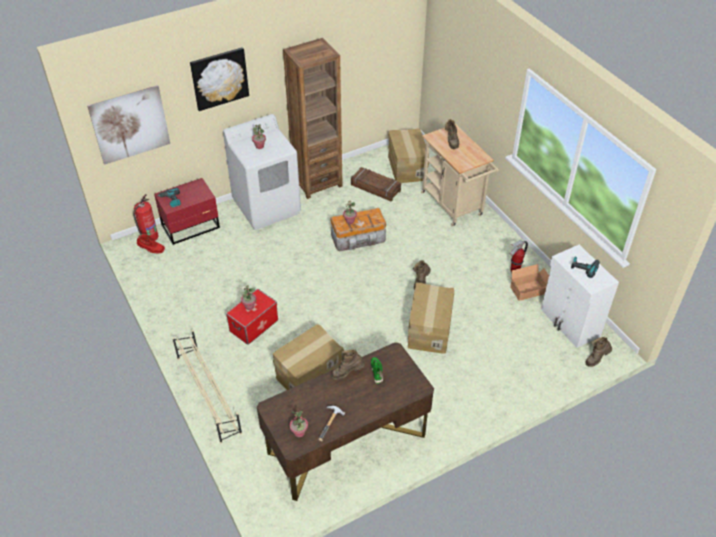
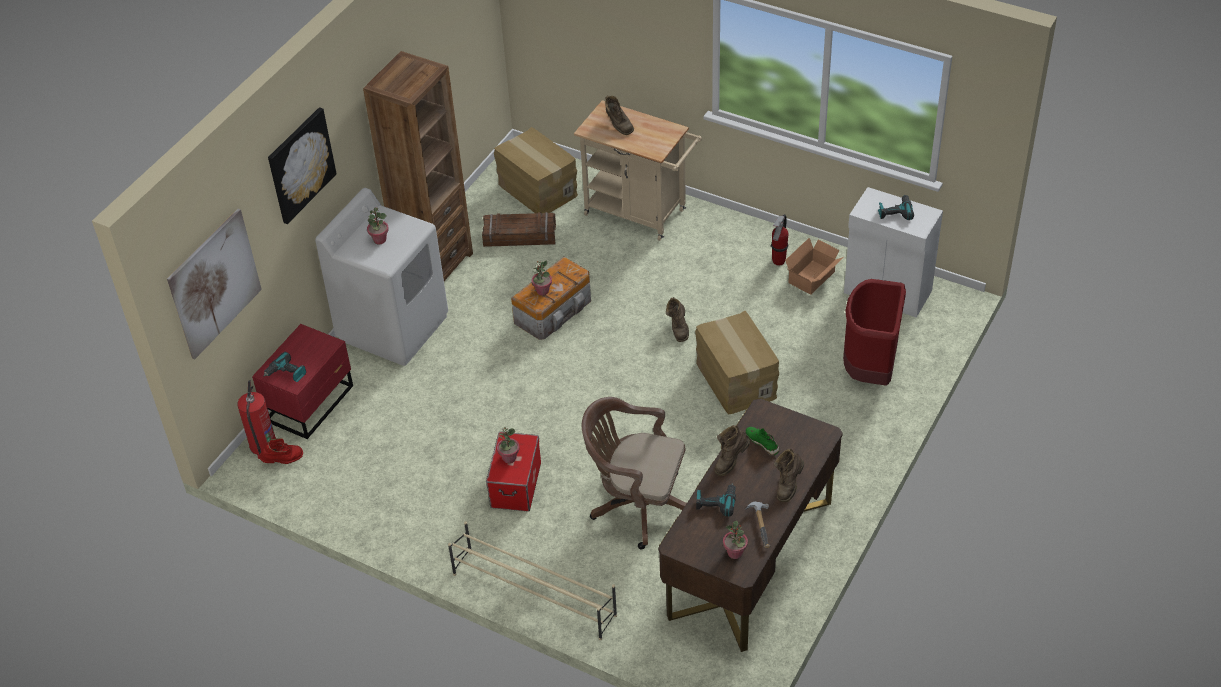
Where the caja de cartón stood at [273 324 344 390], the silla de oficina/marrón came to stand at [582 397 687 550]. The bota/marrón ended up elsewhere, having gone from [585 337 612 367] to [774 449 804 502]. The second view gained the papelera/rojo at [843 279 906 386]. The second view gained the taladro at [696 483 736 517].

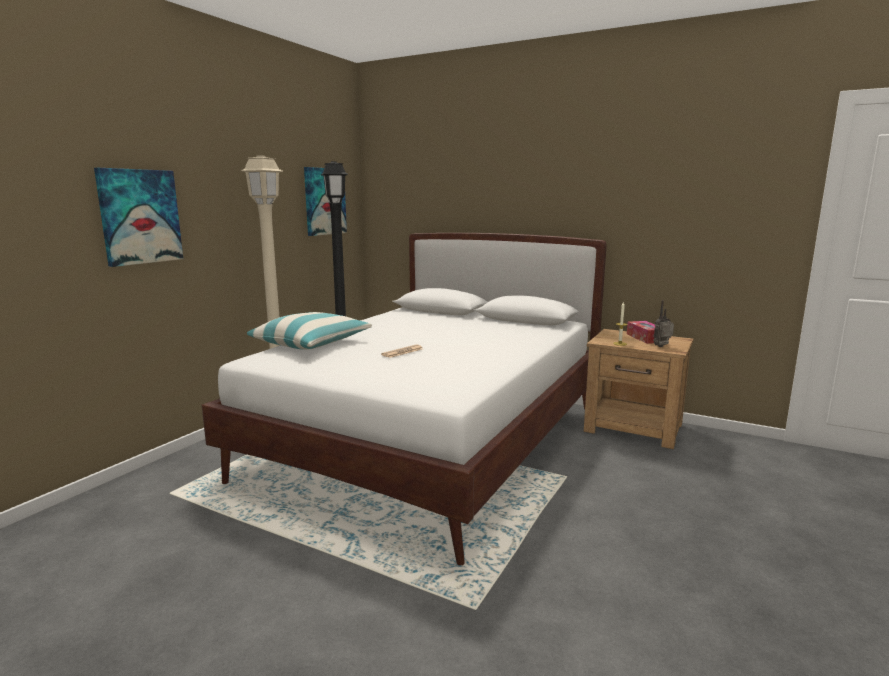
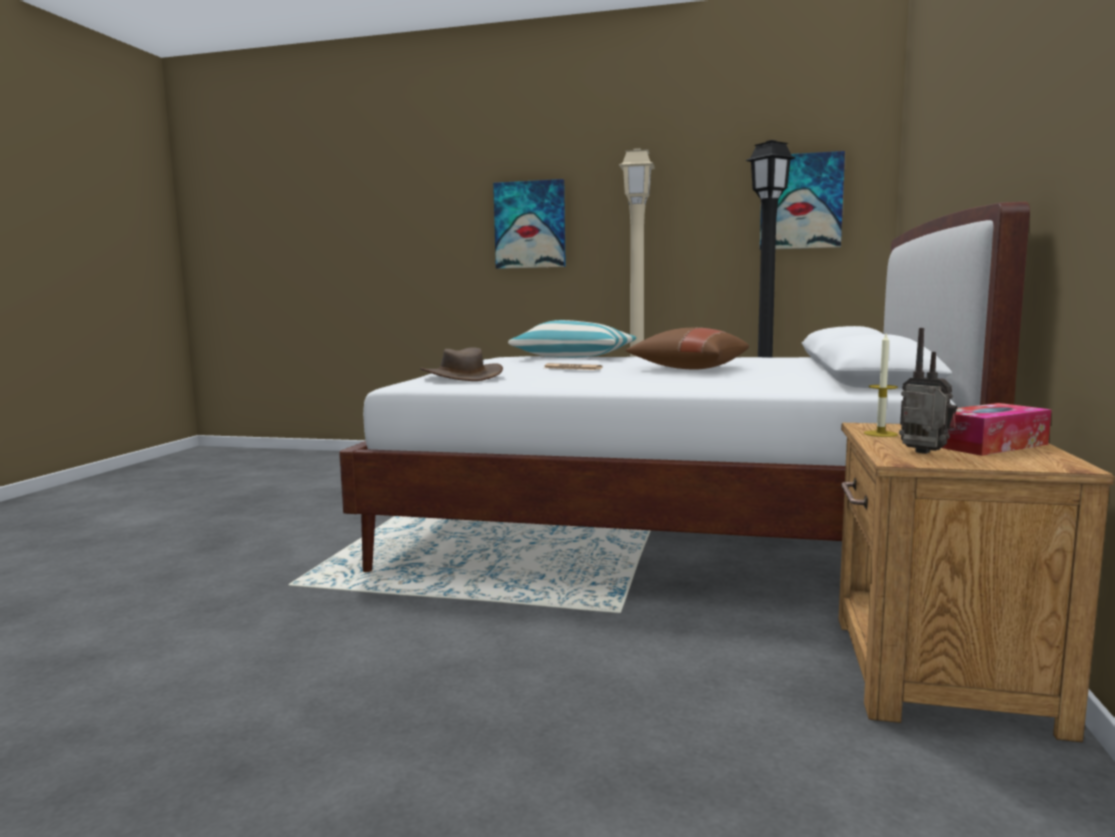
The second view gained the cojín/marrón at [626 328 749 370]. The second view gained the sombrero/marrón at [420 347 503 381].

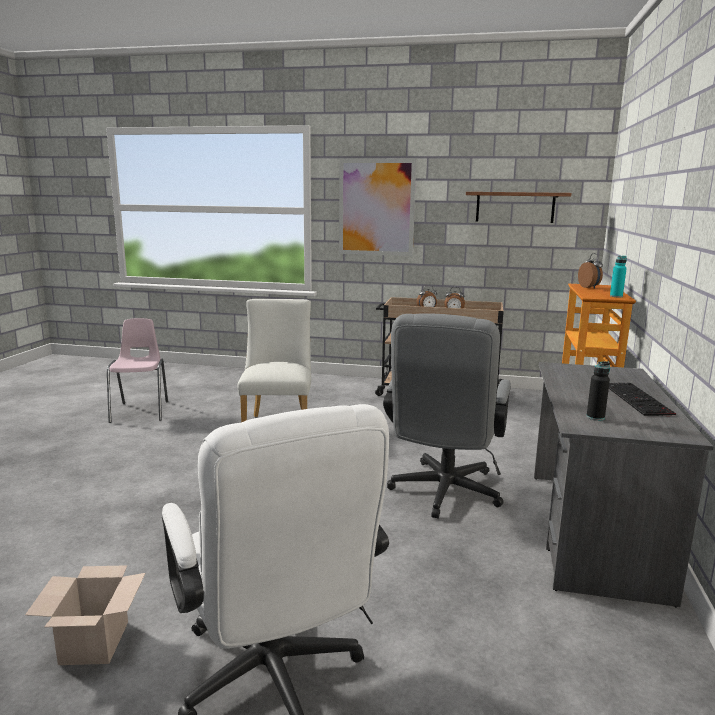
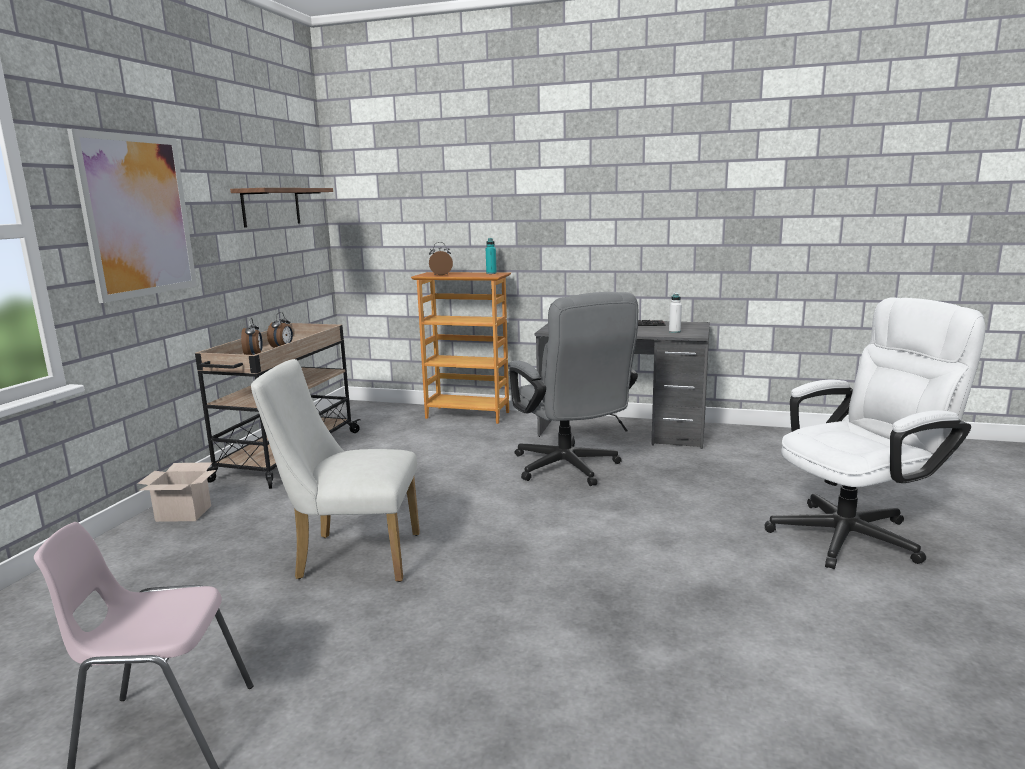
The silla de oficina/gris at [383 313 511 519] ended up facing another way, 45 degrees clockwise from before. What was the botella/negro at [587 361 610 421] turned into the botella/blanco at [669 293 682 333]. The caja de cartón ended up elsewhere, having gone from [25 565 145 665] to [137 462 216 522].

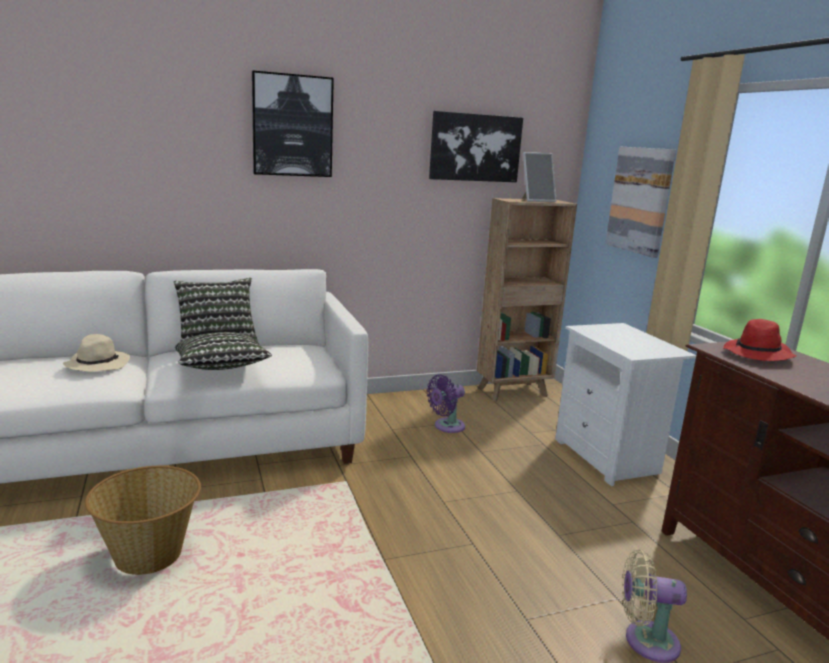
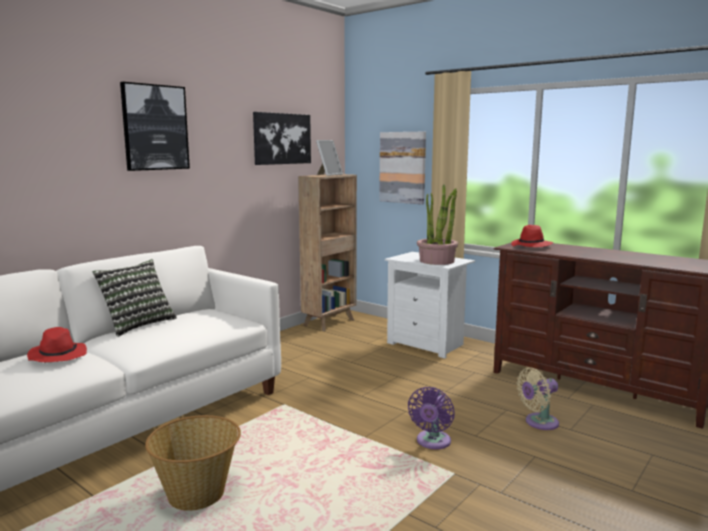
The second view lost the cojín at [175 332 272 370]. What was the sombrero/beis at [63 334 130 372] turned into the sombrero/rojo at [27 327 87 362]. The ventilador/morado ended up elsewhere, having gone from [427 375 465 433] to [408 387 455 449]. The second view gained the planta en maceta at [417 184 458 265].

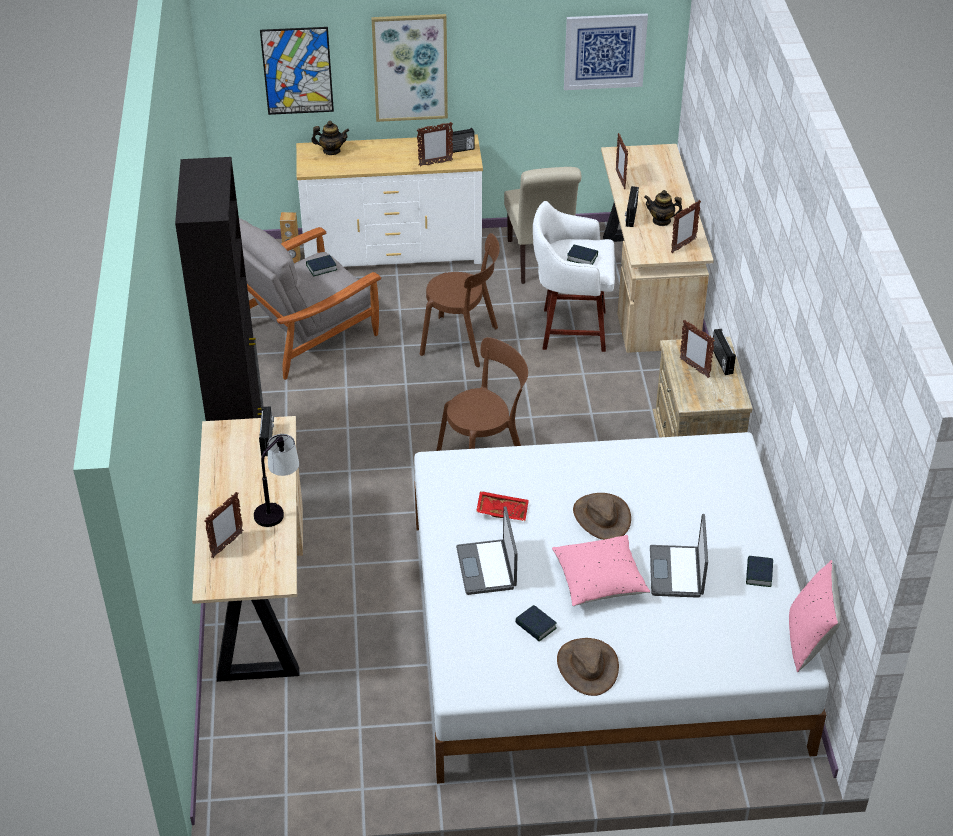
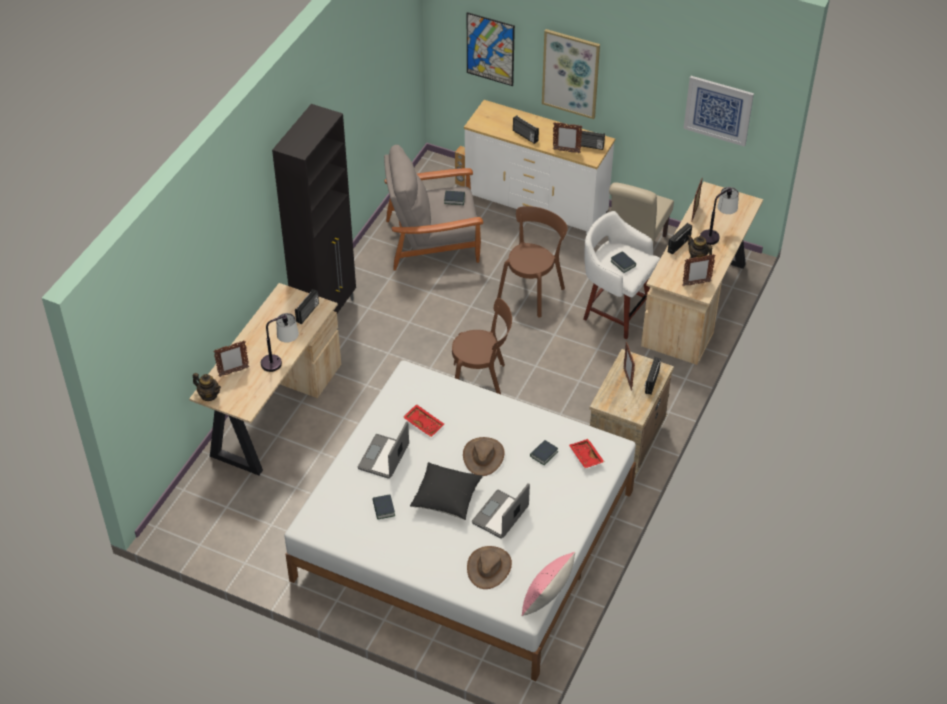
The tetera ended up elsewhere, having gone from [311 121 349 155] to [193 373 221 401]. The silla/marrón at [420 233 500 367] ended up facing another way, 105 degrees counterclockwise from before. What was the cojín/rosa at [552 535 650 606] turned into the cojín/negro at [410 462 483 520]. The libro ended up elsewhere, having gone from [746 556 773 587] to [530 440 558 465]. The sombrero/marrón ended up elsewhere, having gone from [557 638 619 696] to [467 546 512 589]. The second view gained the radio at [513 115 539 144]. The second view gained the lámpara de mesa at [700 187 739 245]. The second view gained the bandeja/rojo at [569 439 604 468].

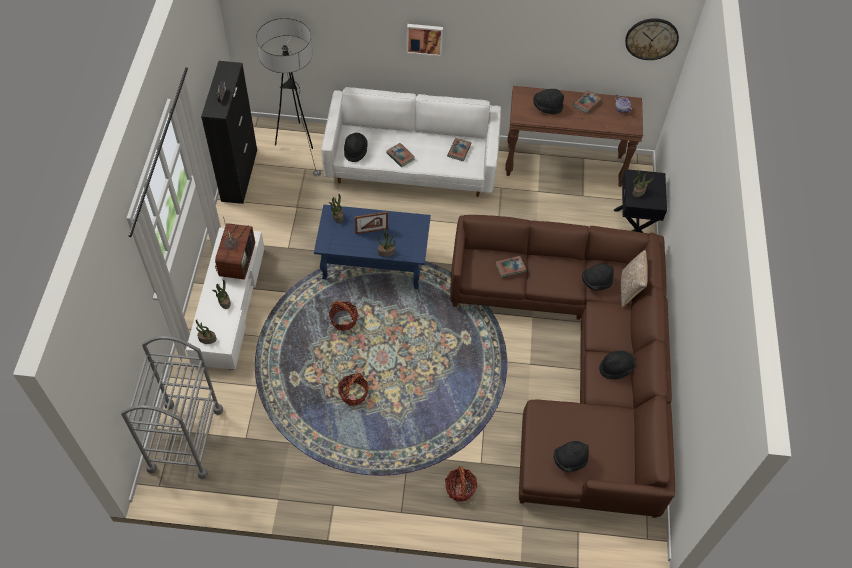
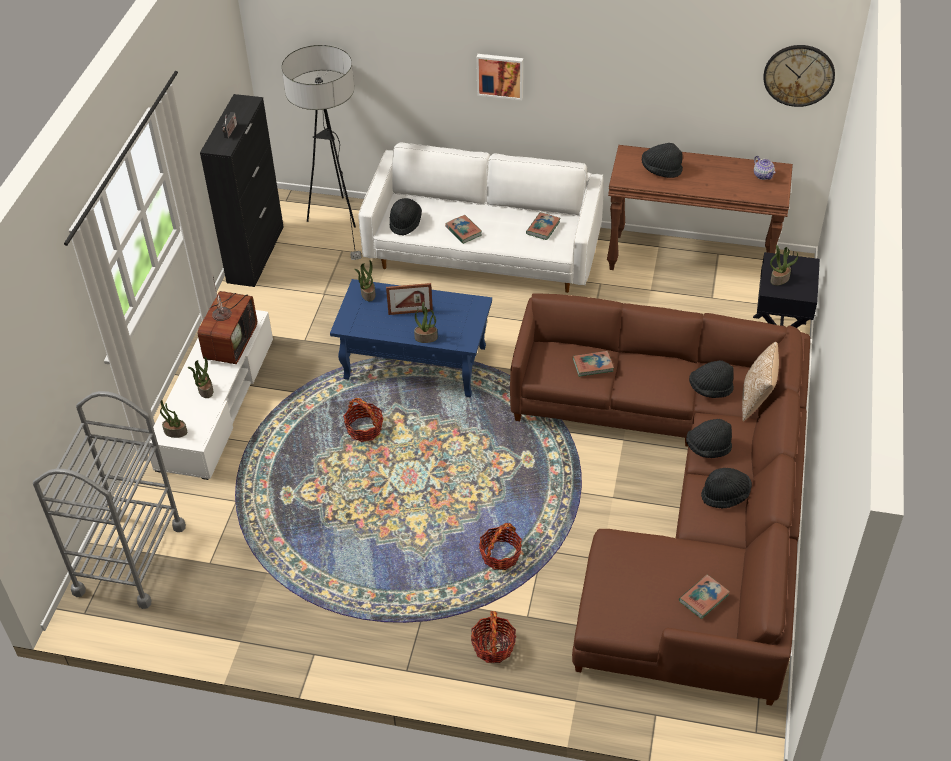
The libro ended up elsewhere, having gone from [573 90 602 114] to [679 575 730 619]. The cesta ended up elsewhere, having gone from [338 373 369 405] to [479 523 522 570]. The sombrero/negro ended up elsewhere, having gone from [554 441 589 472] to [686 419 732 458].

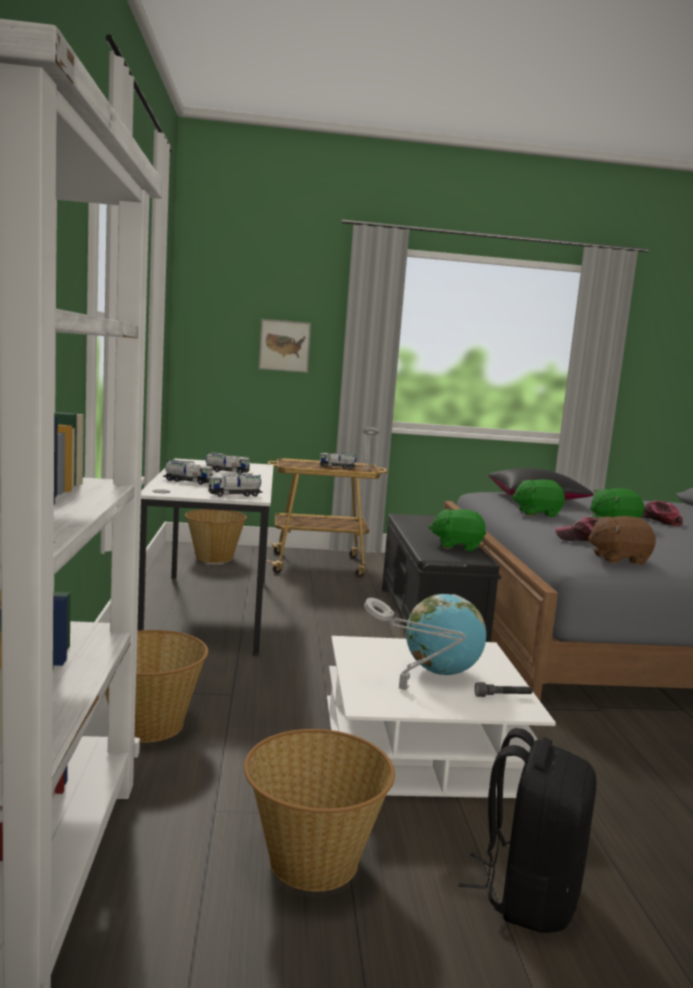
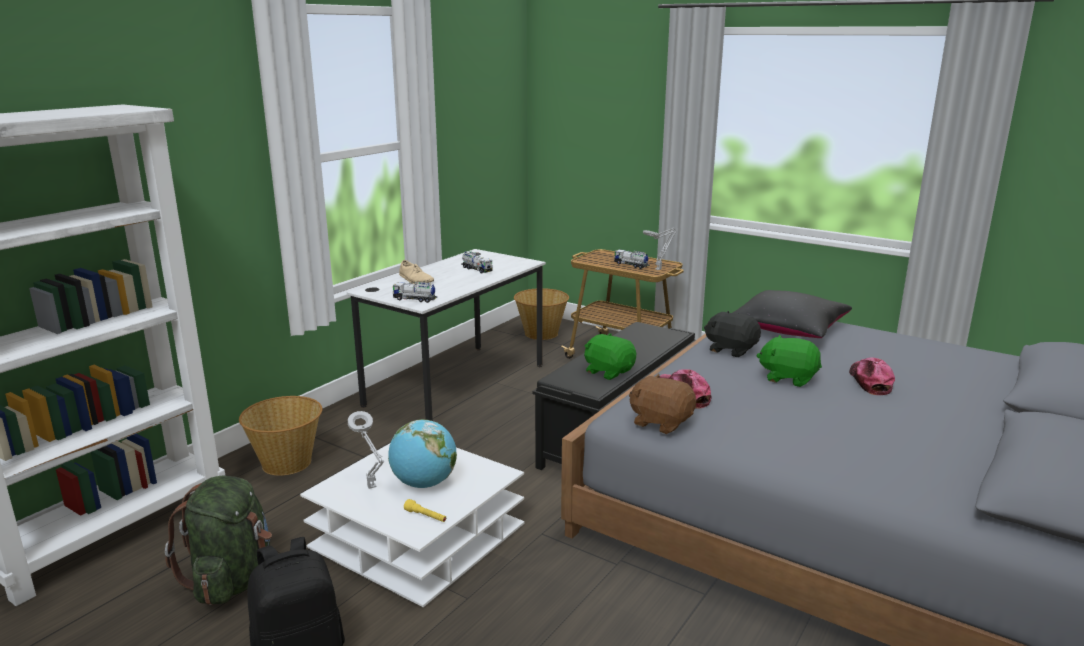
The second view lost the cuadro at [259 319 311 373]. Where the camión de juguete stood at [163 460 213 485], the zapato/beis came to stand at [399 260 434 284]. What was the peluche/verde at [512 479 565 517] turned into the peluche/negro at [704 311 761 357]. What was the linterna/gris at [475 682 533 697] turned into the linterna/amarillo at [404 499 446 522]. Where the cesta stood at [244 729 395 892], the mochila/verde came to stand at [165 476 272 605].

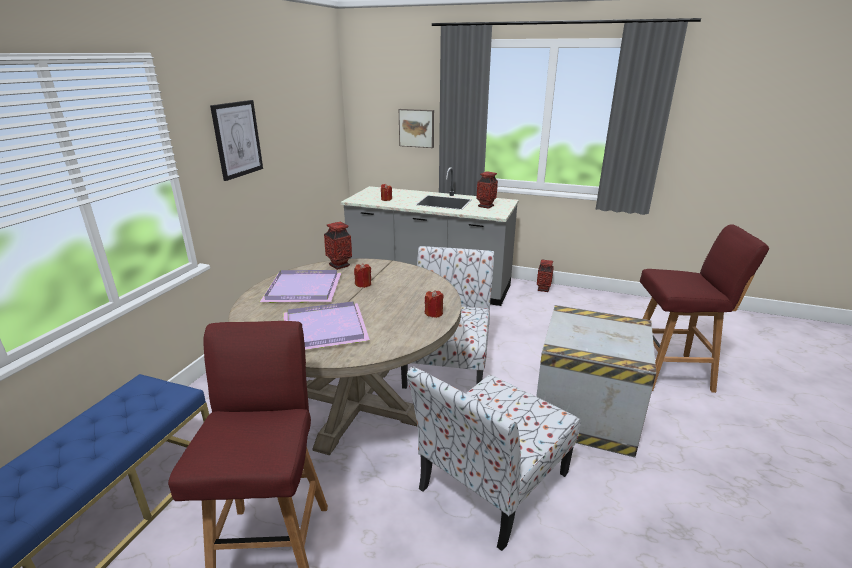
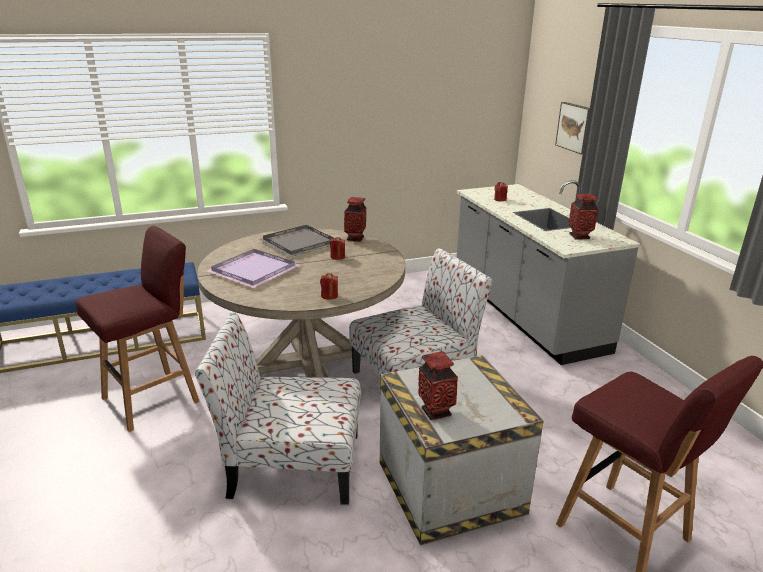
The second view lost the cuadro at [210 100 263 181]. The florero ended up elsewhere, having gone from [537 260 554 292] to [418 351 458 420]. What was the bandeja/morado at [260 270 342 303] turned into the bandeja/gris at [259 225 335 257].

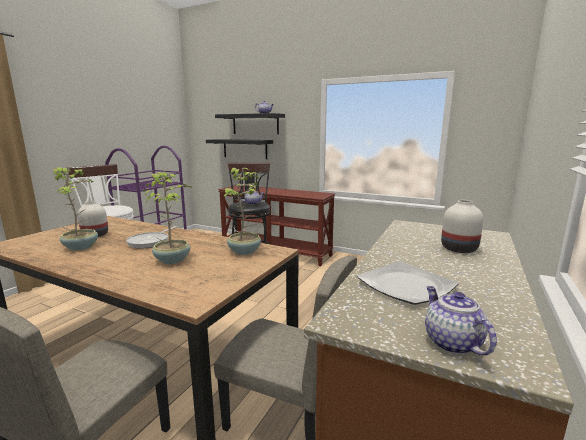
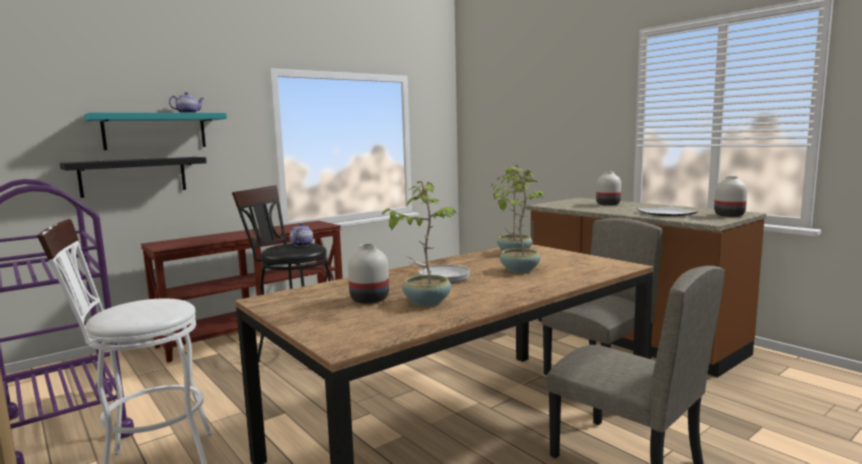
What was the estante/negro at [215 113 285 134] turned into the estante/turquesa at [84 112 227 150]. Where the tetera stood at [425 286 497 355], the florero/blanco came to stand at [714 176 747 217].

